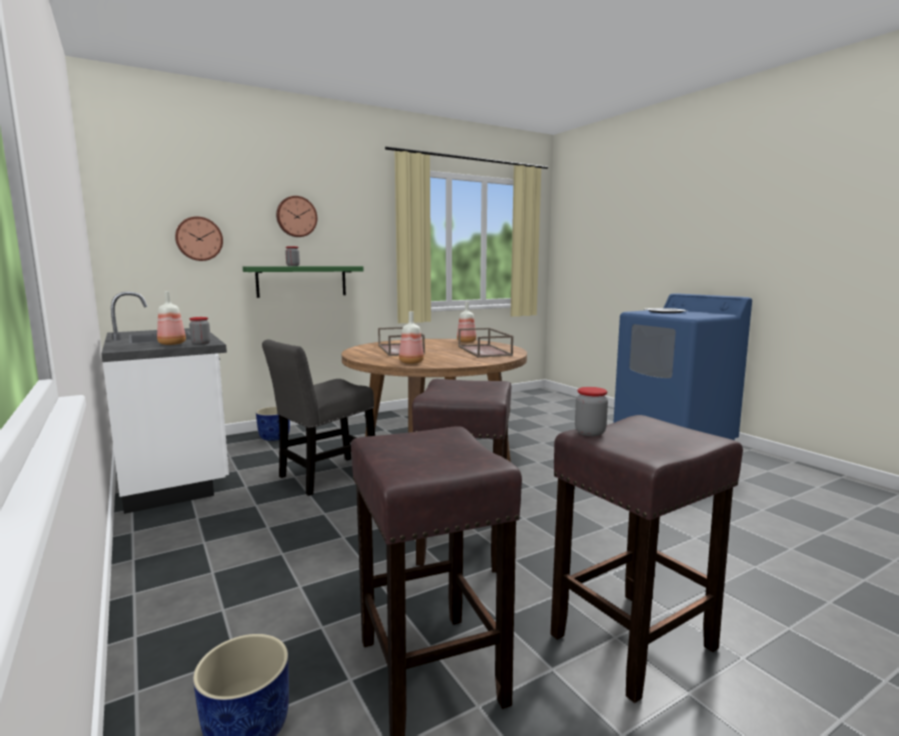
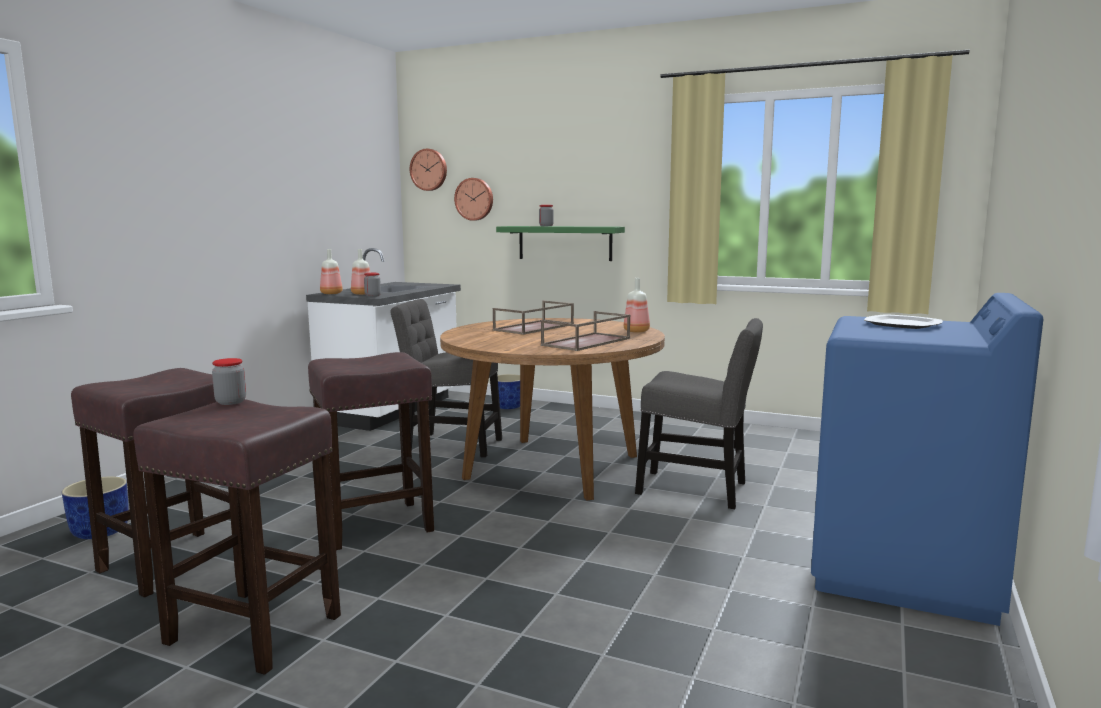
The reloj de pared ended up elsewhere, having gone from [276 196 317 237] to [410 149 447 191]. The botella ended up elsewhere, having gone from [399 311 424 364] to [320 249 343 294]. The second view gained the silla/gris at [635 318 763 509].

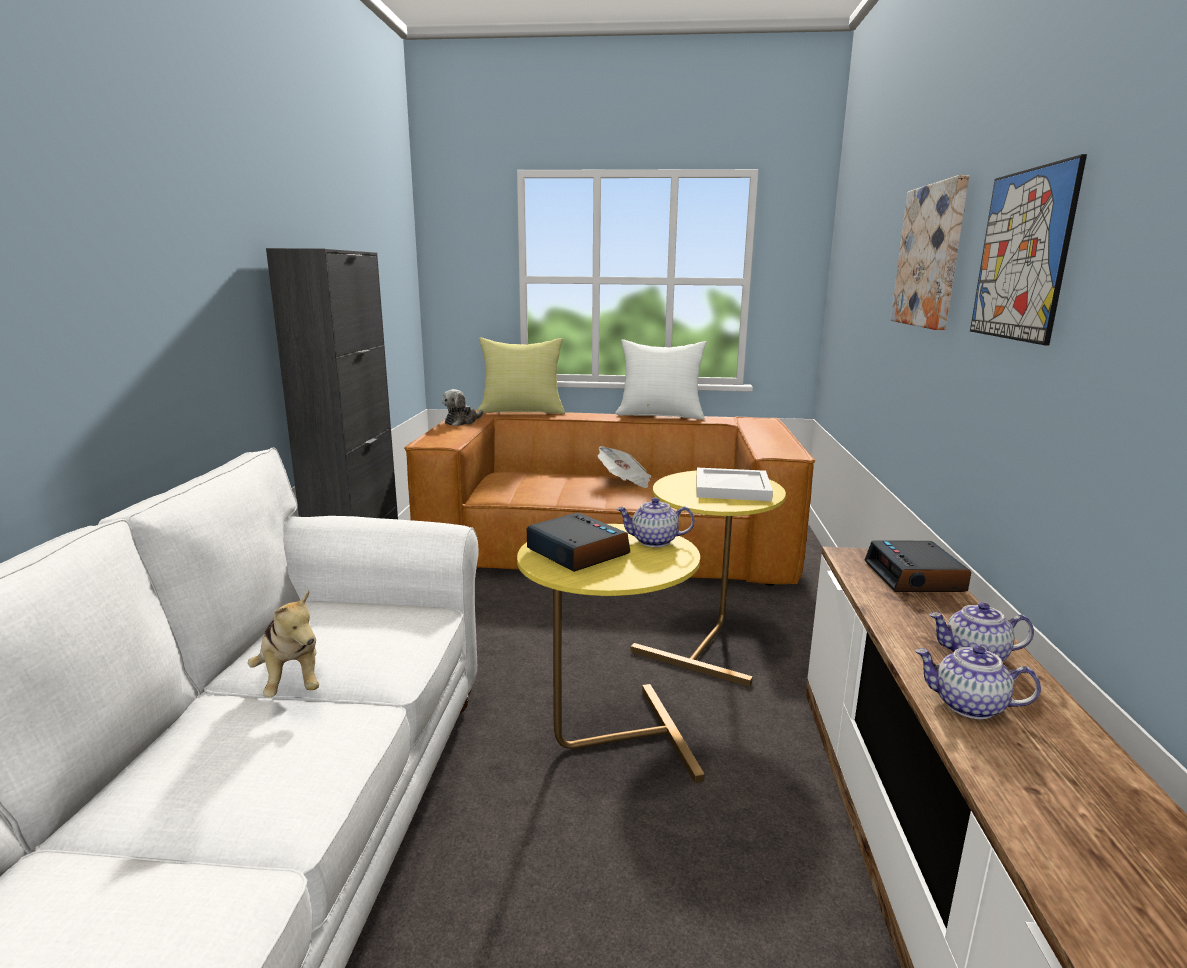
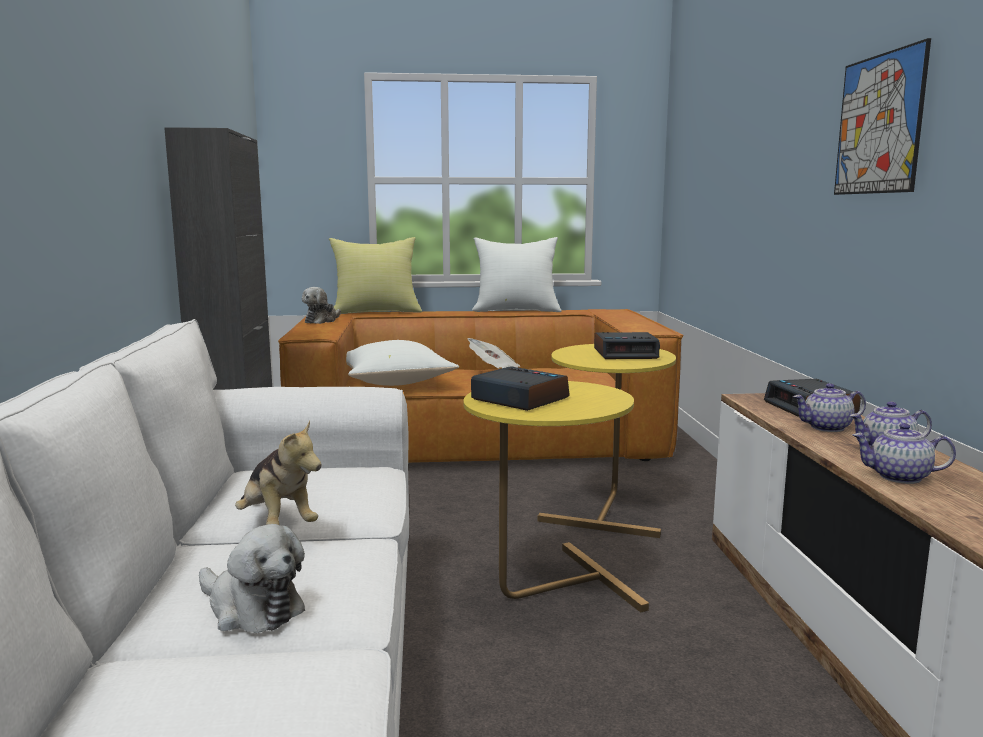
The second view lost the cuadro at [891 175 969 330]. Where the bandeja/blanco stood at [696 468 773 501], the despertador came to stand at [594 332 660 359]. The tetera ended up elsewhere, having gone from [617 498 695 547] to [793 383 866 432]. The second view gained the cojín/blanco at [346 340 459 386]. The second view gained the peluche at [199 524 305 633].

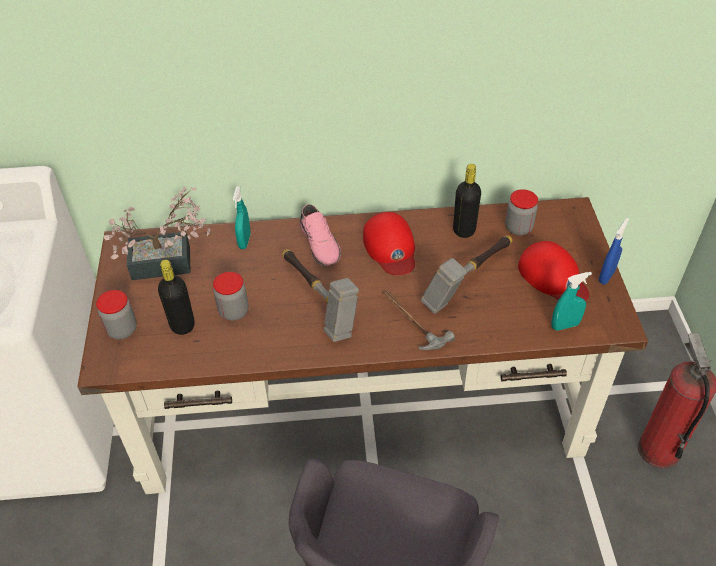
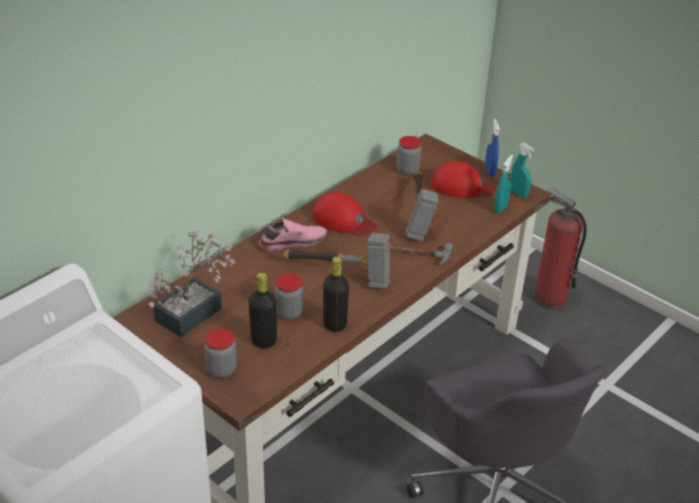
The botella/negro ended up elsewhere, having gone from [453 164 481 238] to [323 257 349 332]. The pulverizador/turquesa ended up elsewhere, having gone from [233 186 251 249] to [510 143 534 198]. The zapato/rosa at [300 204 341 266] ended up facing another way, 45 degrees counterclockwise from before.

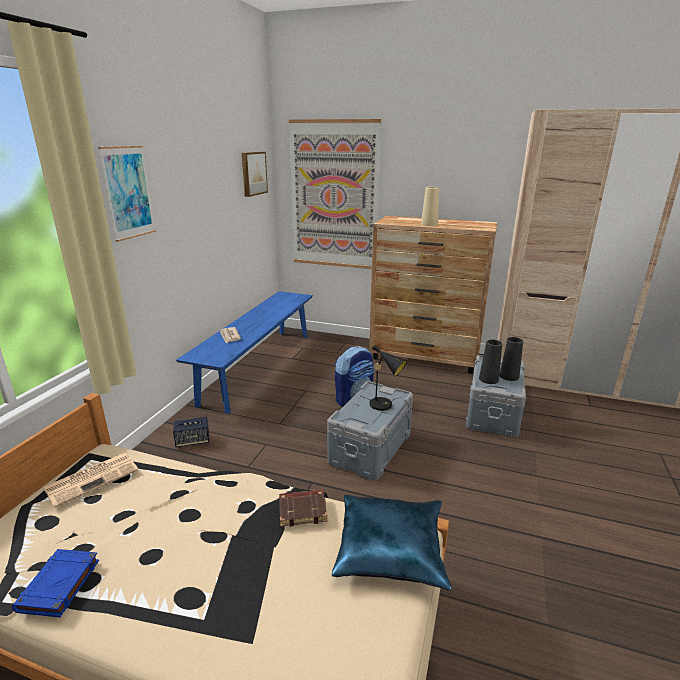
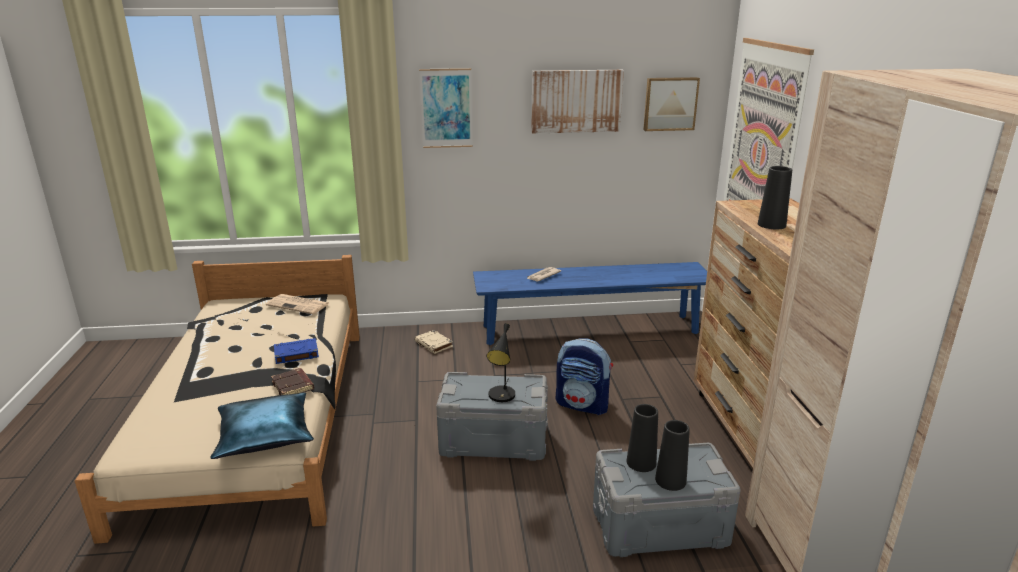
What was the florero/beis at [421 187 439 226] turned into the florero/negro at [758 166 792 229]. Where the altavoz stood at [173 417 209 447], the libro/beis came to stand at [414 330 453 354]. The libro/azul ended up elsewhere, having gone from [12 549 99 617] to [274 338 319 364]. The second view gained the cuadro at [531 70 624 134].

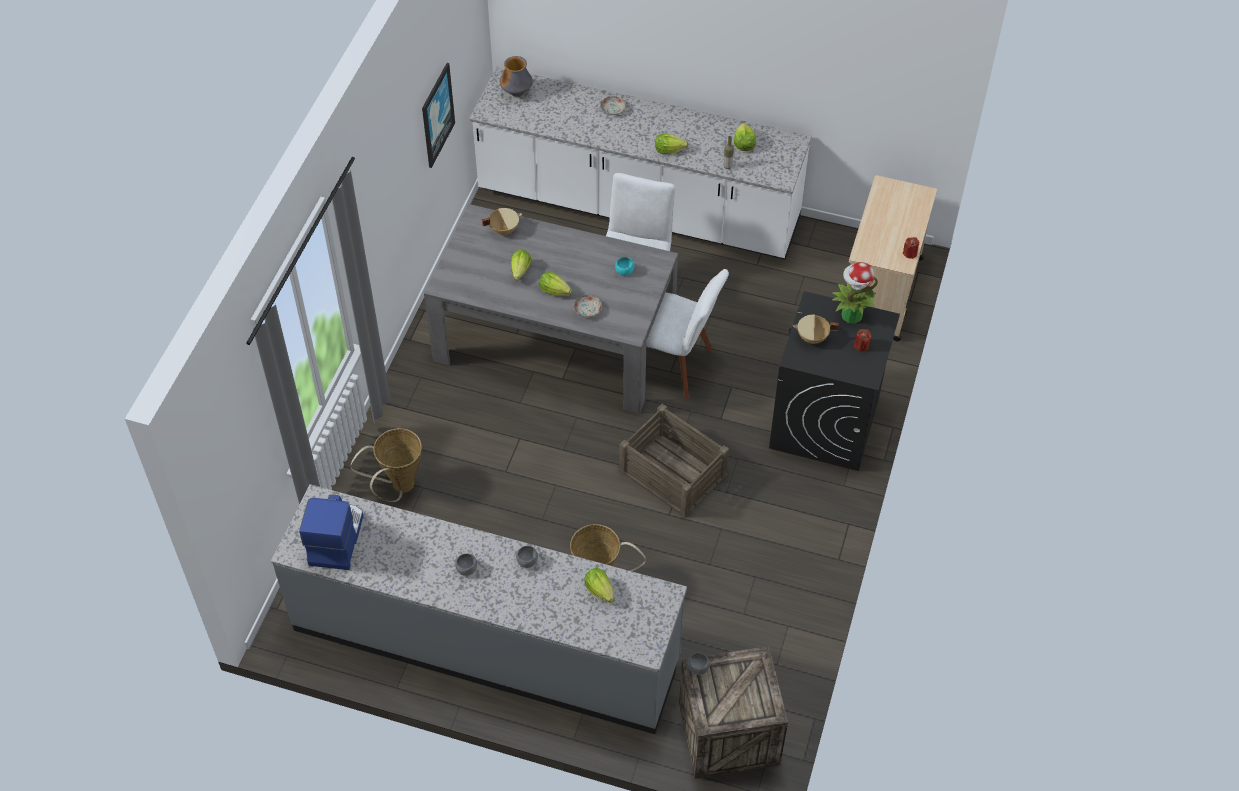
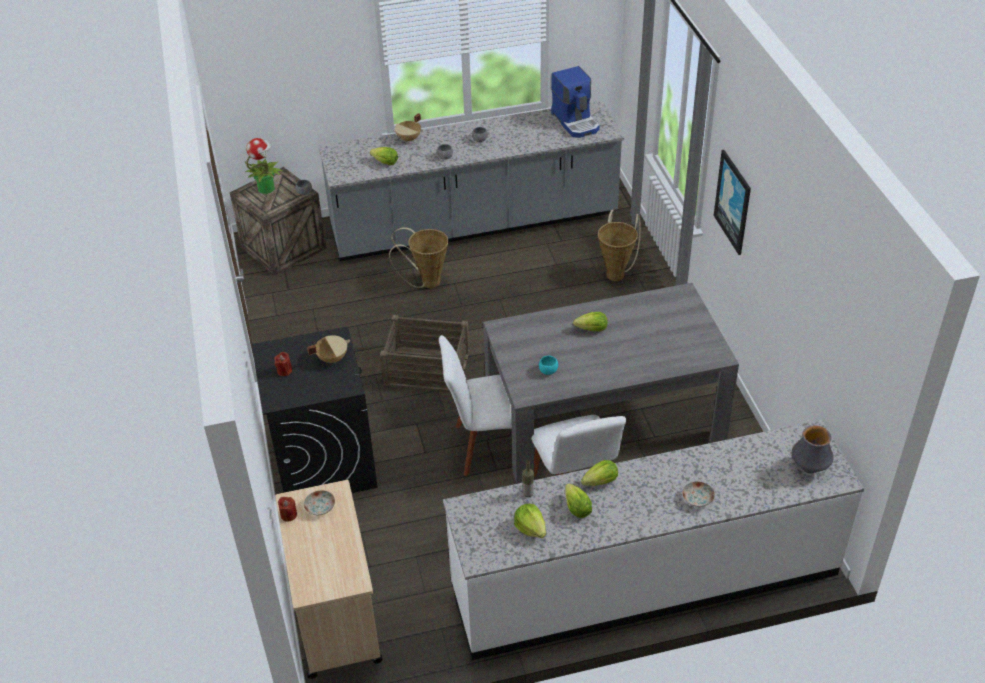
The cuadro ended up elsewhere, having gone from [422 63 455 168] to [714 150 751 255]. The olla/beis ended up elsewhere, having gone from [482 208 522 235] to [395 113 421 142]. The lechuga ended up elsewhere, having gone from [511 249 532 280] to [565 483 592 518]. The planta en maceta ended up elsewhere, having gone from [832 262 878 323] to [245 138 282 194]. The plato ended up elsewhere, having gone from [574 295 602 317] to [304 490 335 515].

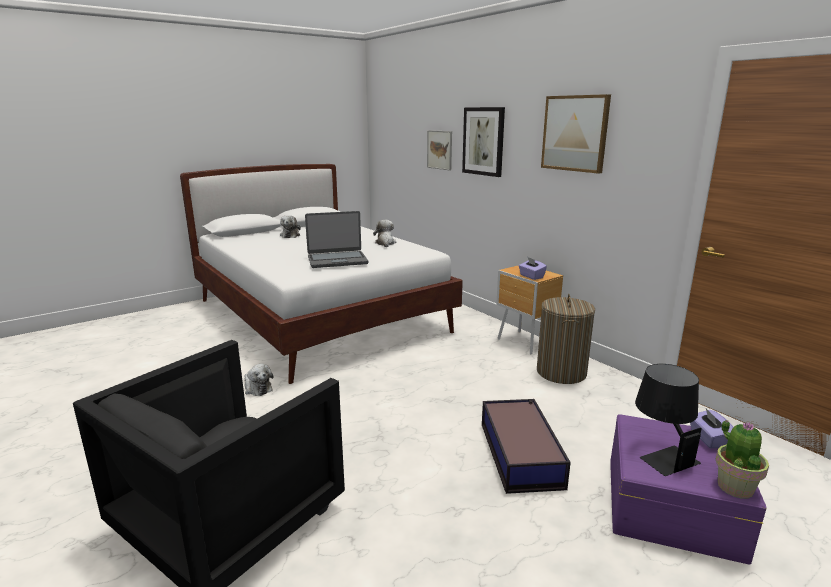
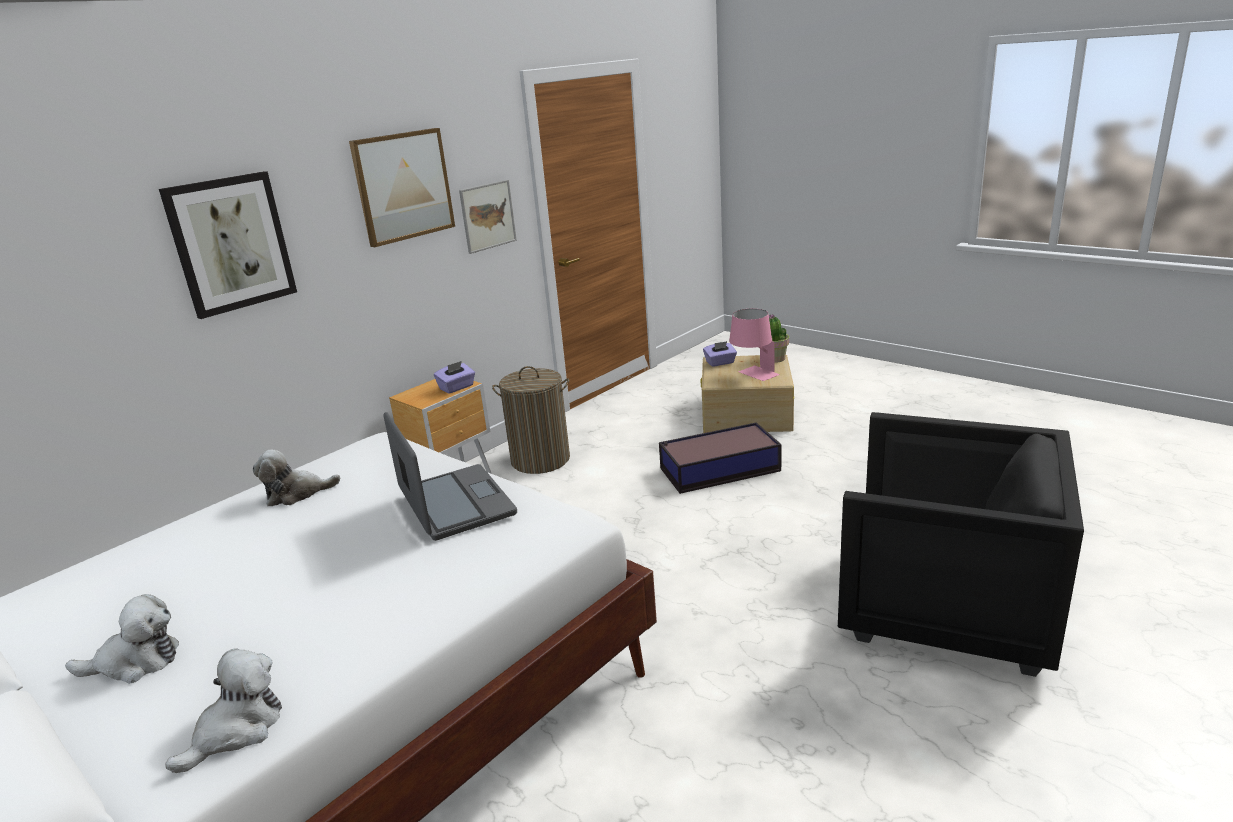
The cuadro ended up elsewhere, having gone from [427 130 452 171] to [459 180 517 254]. The peluche ended up elsewhere, having gone from [244 364 273 396] to [165 648 282 773]. What was the lámpara de mesa/negro at [635 364 702 476] turned into the lámpara de mesa/rosa at [729 309 780 381]. What was the caja de almacenaje/morado at [610 414 767 565] turned into the caja de almacenaje/beis at [700 355 794 433].

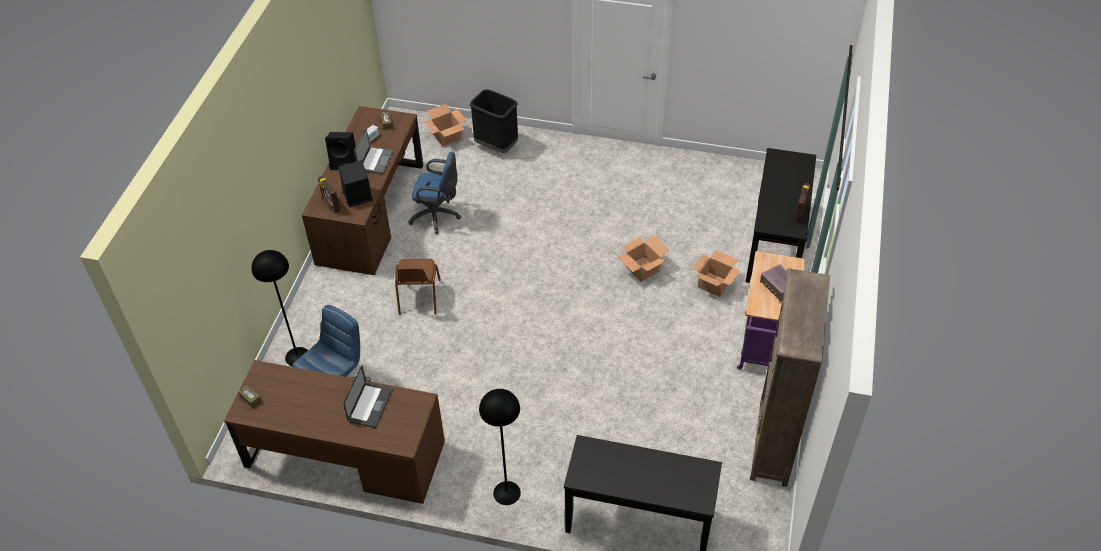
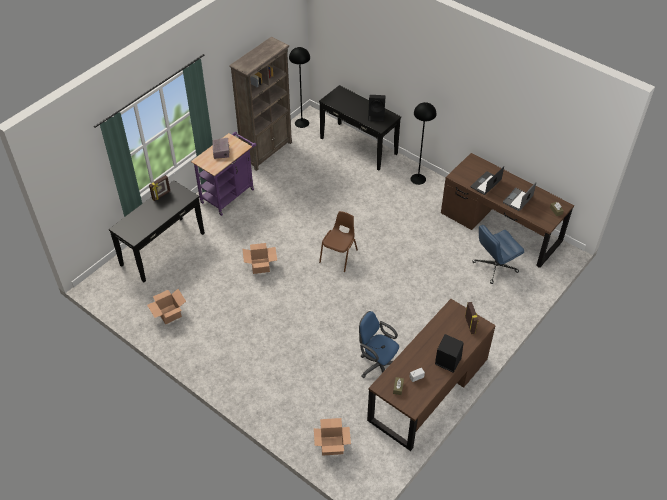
The second view lost the papelera/negro at [470 89 518 153]. The portátil ended up elsewhere, having gone from [354 128 394 174] to [503 182 536 211]. The altavoz/negro ended up elsewhere, having gone from [338 160 372 207] to [368 95 385 121]. The lámpara de pie/negro ended up elsewhere, having gone from [251 250 308 367] to [289 47 310 128]. The caja de cartón ended up elsewhere, having gone from [693 250 740 297] to [147 289 186 325]. The silla/marrón ended up elsewhere, having gone from [395 259 441 315] to [319 211 358 272].

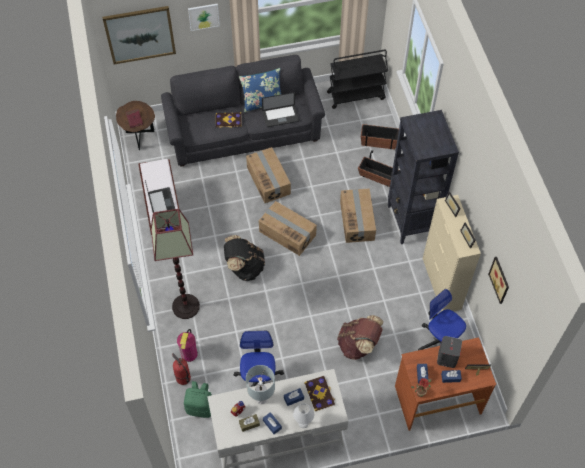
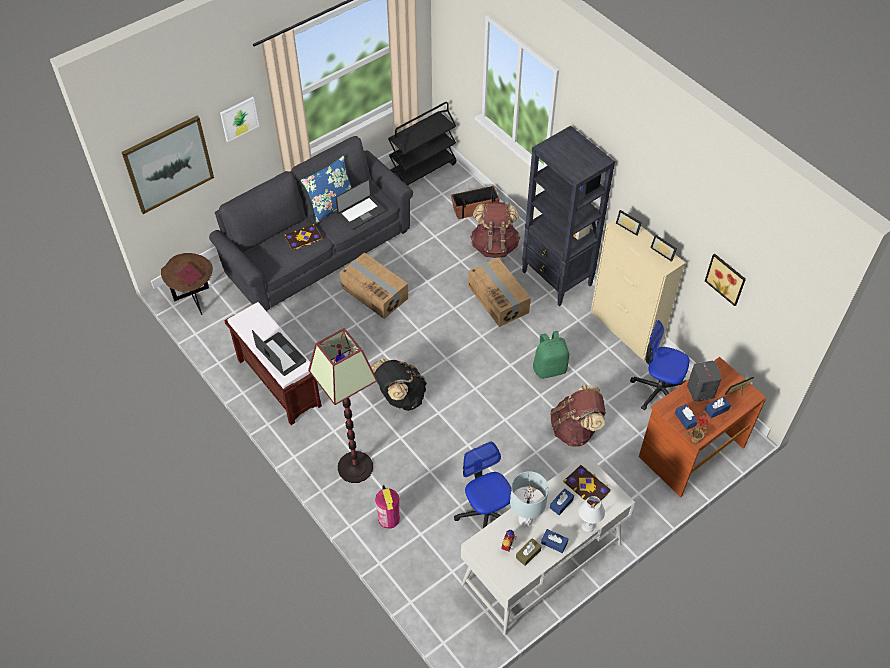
Where the maceta stood at [358 150 399 187], the mochila/marrón came to stand at [470 202 520 258]. The second view lost the caja de cartón at [259 201 317 256]. The second view lost the extintor at [172 353 191 385]. The mochila/verde ended up elsewhere, having gone from [184 381 212 418] to [533 331 569 379].

